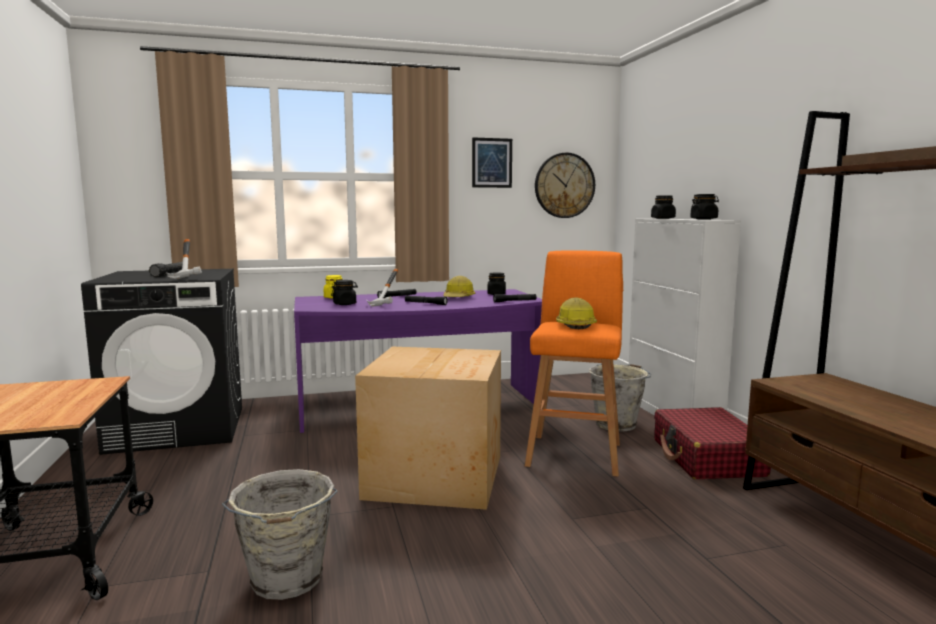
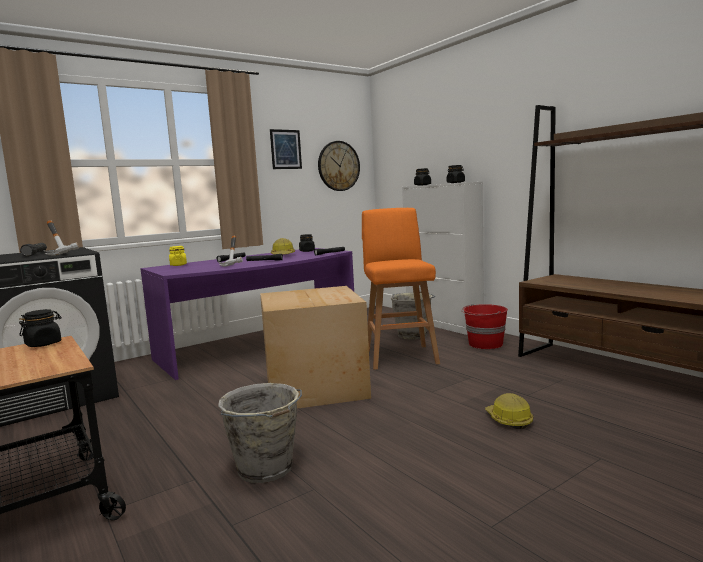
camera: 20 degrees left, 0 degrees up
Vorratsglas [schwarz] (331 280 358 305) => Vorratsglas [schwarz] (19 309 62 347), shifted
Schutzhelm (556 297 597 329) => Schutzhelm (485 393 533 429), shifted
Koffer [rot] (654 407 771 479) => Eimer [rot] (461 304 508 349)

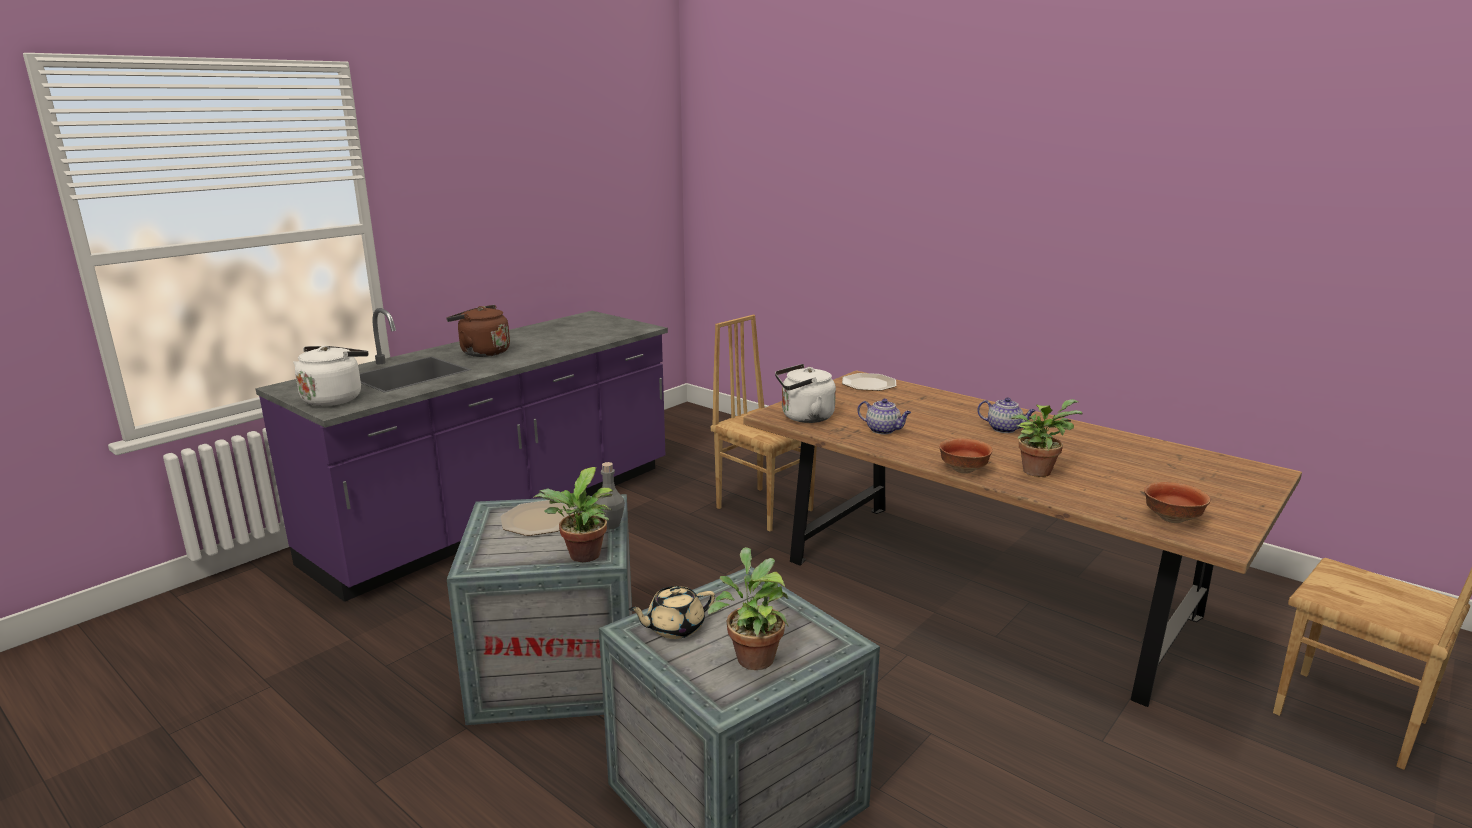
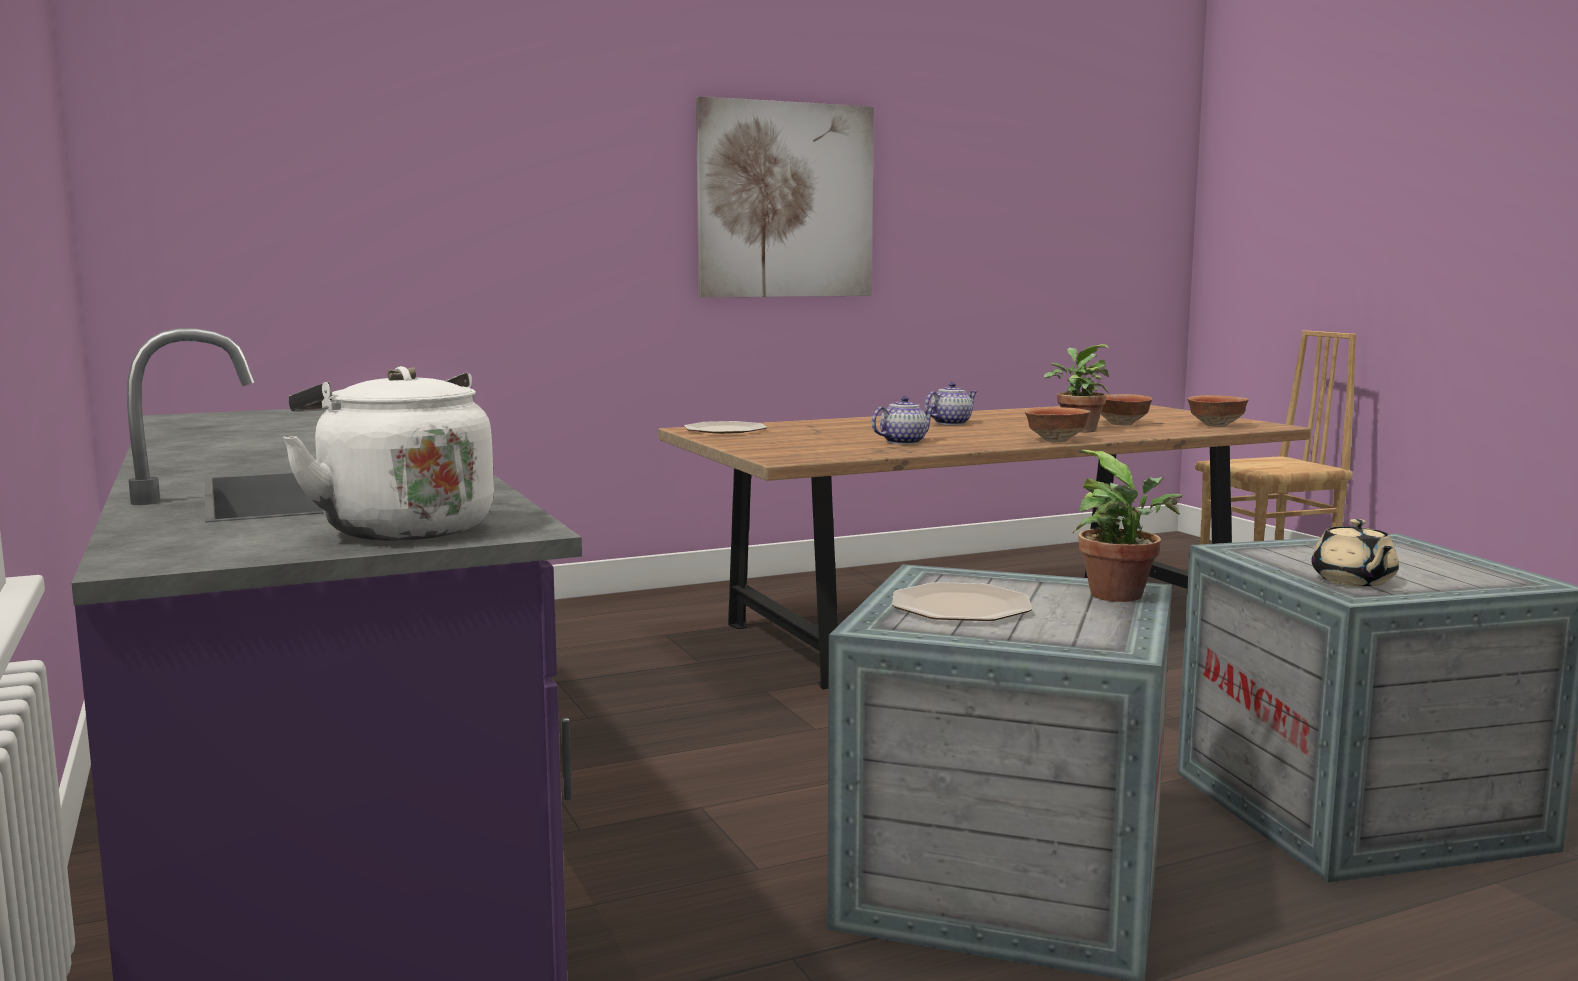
camera: 65 degrees left, 10 degrees down
Wasserkessel [braun] (447 305 510 357) => nothing
Stuhl [braun] (711 315 817 532) => nothing
Wasserkessel [weiß] (775 364 836 423) => nothing
Flasche [grau] (595 462 625 529) => nothing
Topfpflanze (708 547 789 670) => nothing
nothing => Bild (696 96 874 298)
nothing => Schüssel (1101 394 1153 425)

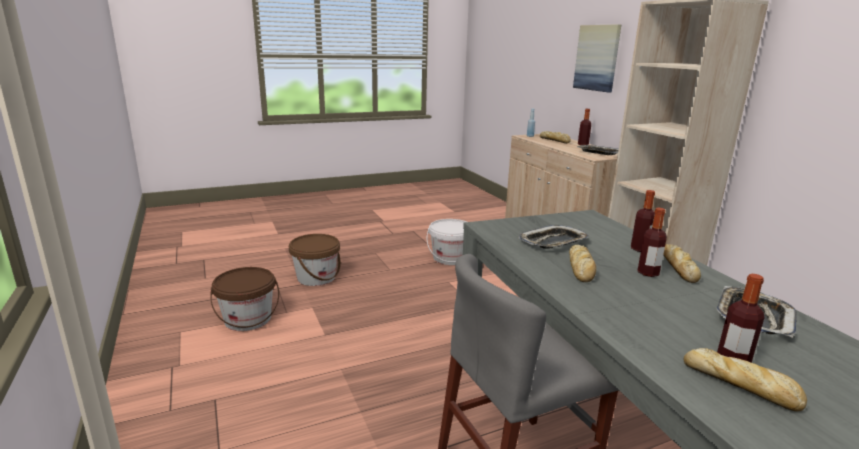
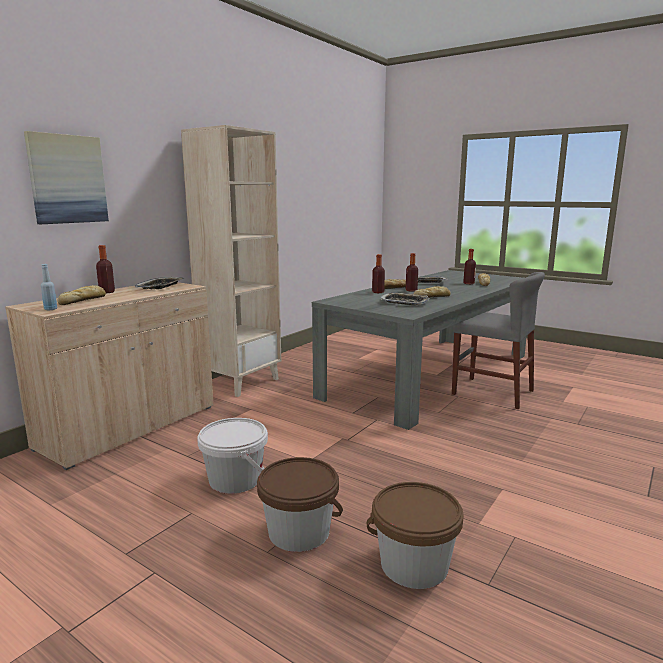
camera: 120 degrees left, 5 degrees down
Eimer [braun] (210 267 279 331) => Eimer [braun] (257 457 343 552), shifted

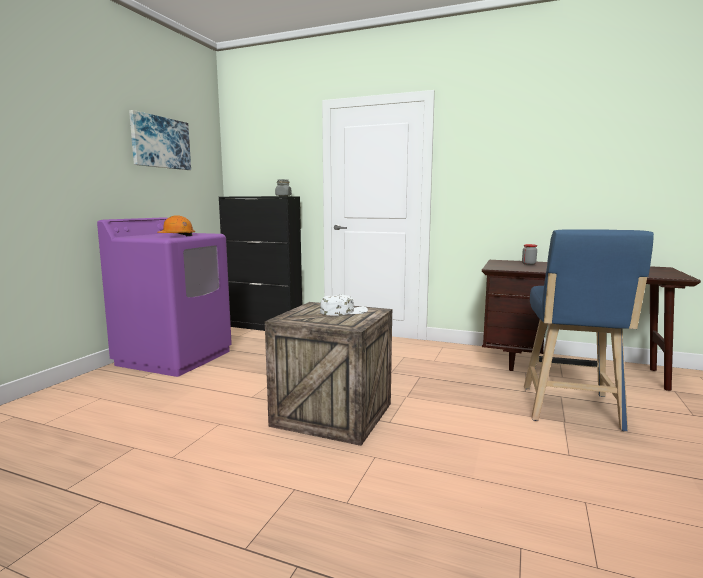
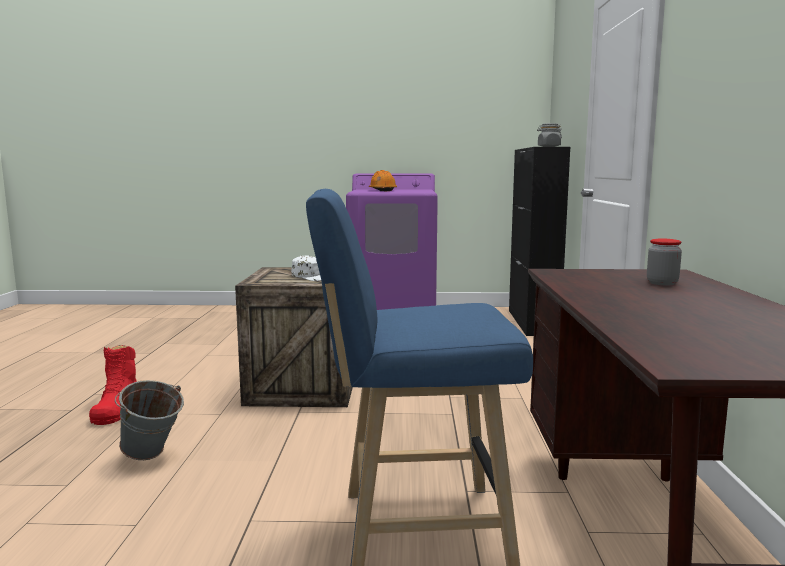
camera: 70 degrees right, 0 degrees up
Bild (129 110 191 170) => nothing
nothing => Stiefel [rot] (89 345 137 425)
nothing => Eimer [grau] (115 380 184 460)

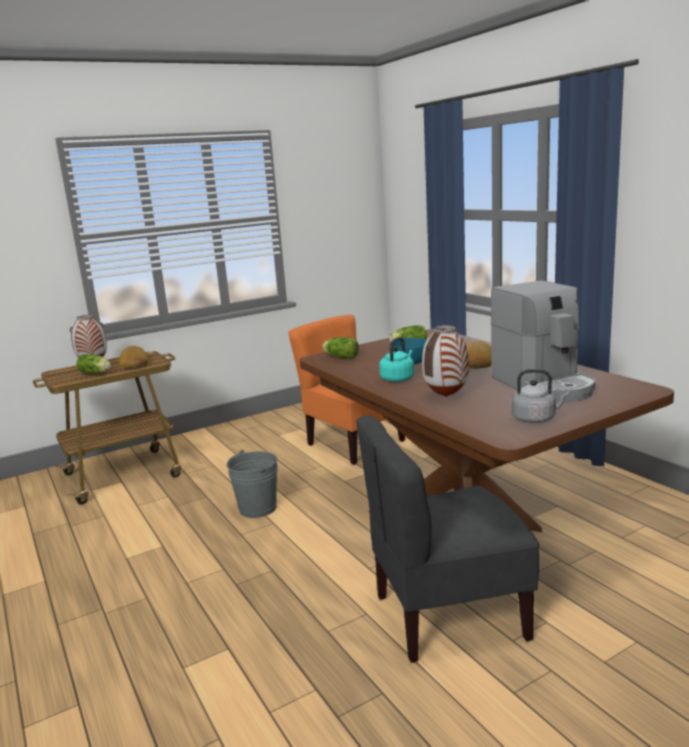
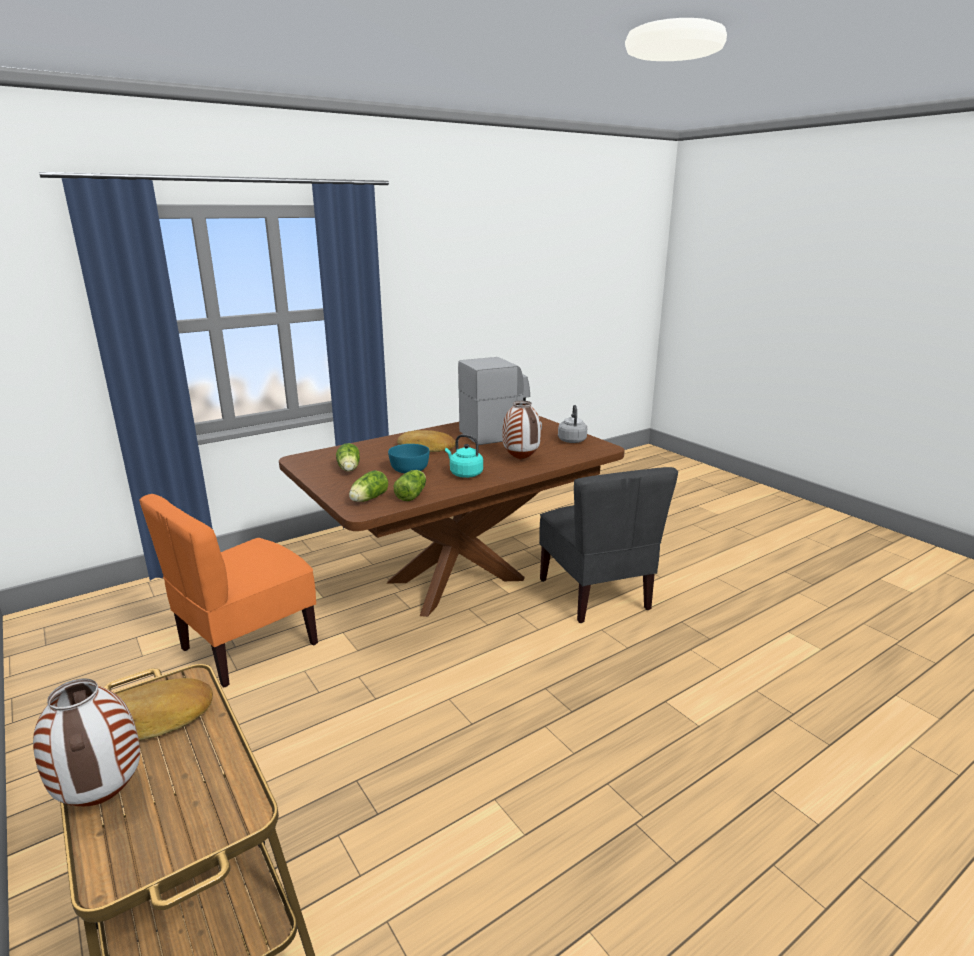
camera: 95 degrees left, 5 degrees up
Salatkopf (76 354 111 374) => Salatkopf (394 470 426 501), shifted
Eimer [grau] (226 450 278 518) => nothing

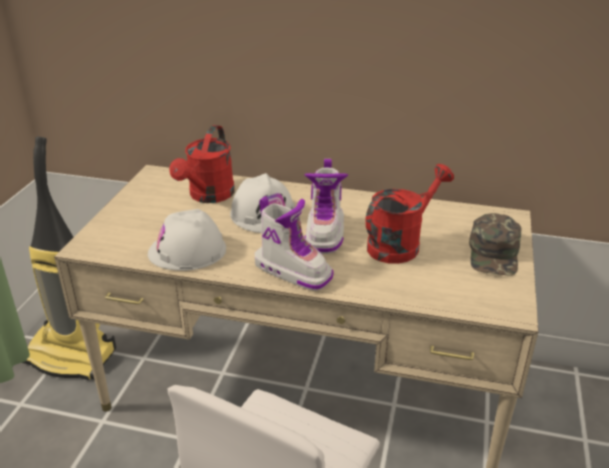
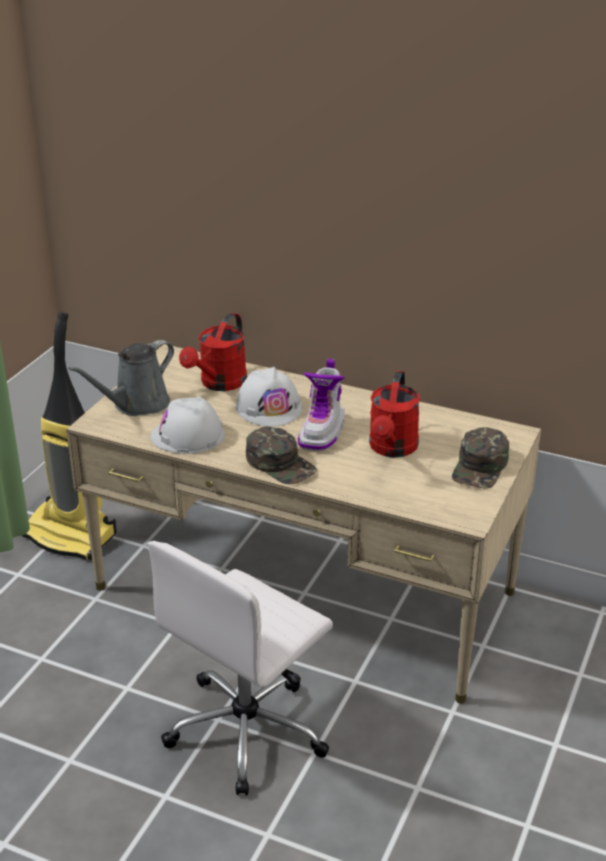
camera: 10 degrees right, 0 degrees up
Gießkanne [rot] (365 164 454 264) => Gießkanne [rot] (369 370 420 457), 135 degrees clockwise
Stiefel (255 196 333 291) => Kappe [grün] (246 426 317 484)
nothing => Gießkanne [grau] (69 340 174 416)

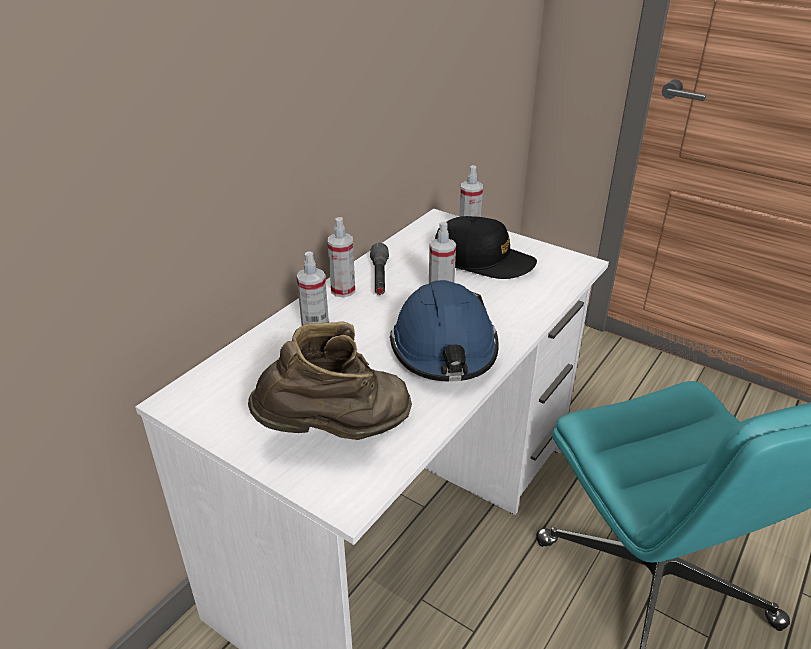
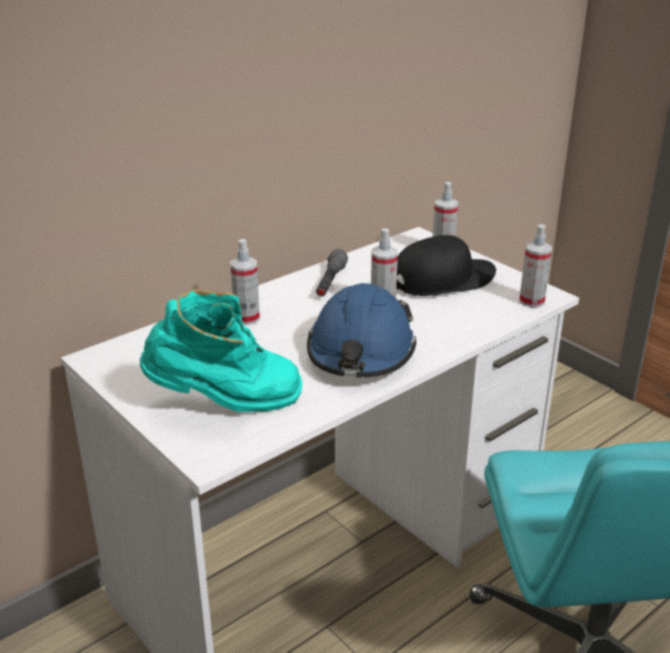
camera: 15 degrees right, 5 degrees down
Kappe [schwarz] (435 216 537 279) => Kappe [schwarz] (396 235 496 296), 60 degrees counterclockwise
Sprühflasche (328 217 355 297) => Sprühflasche (519 224 552 307), shifted
Stiefel [braun] (248 321 412 440) => Stiefel [türkis] (140 289 302 412)

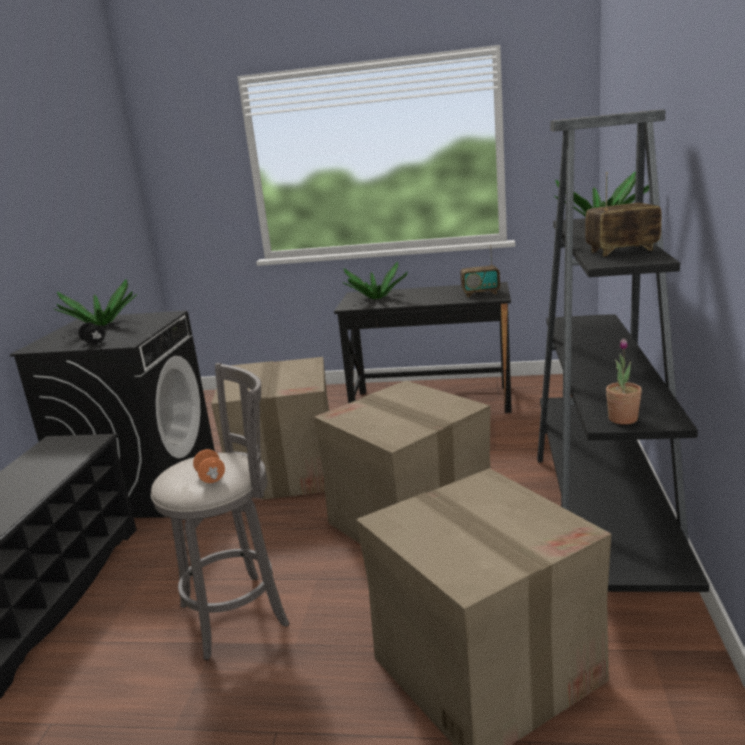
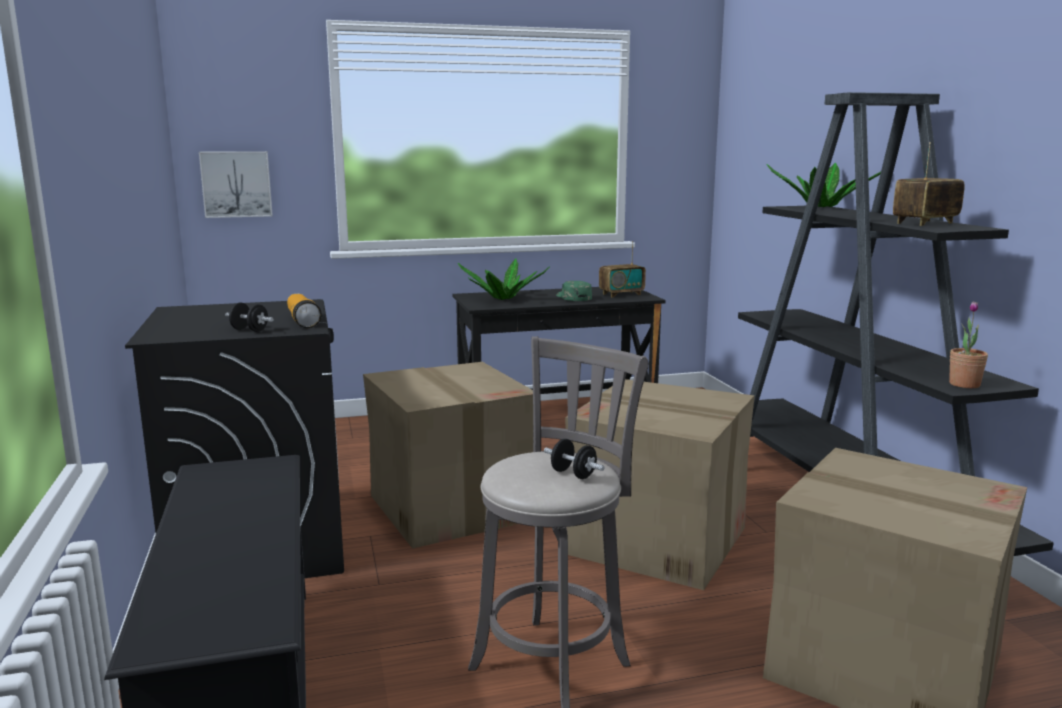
camera: 25 degrees left, 5 degrees down
Topfpflanze (54 280 137 326) => nothing
Hantel [orange] (193 449 225 483) => Hantel [schwarz] (544 439 604 479)
nothing => Bild (199 151 273 218)
nothing => Kappe [grün] (556 281 592 301)
nothing => Taschenlampe (287 294 322 328)

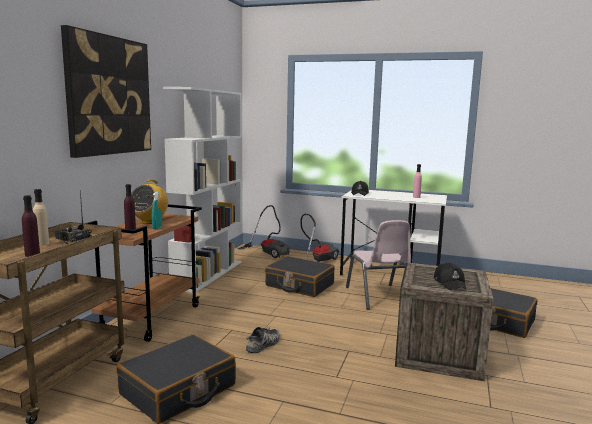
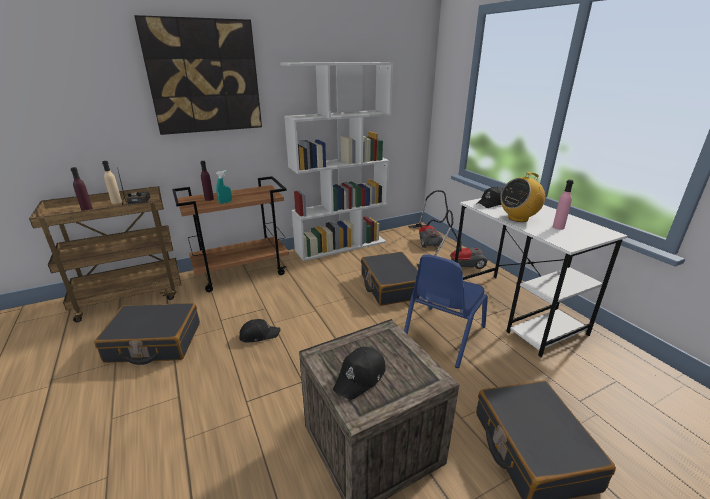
camera: 45 degrees right, 15 degrees up
Radio (131 179 168 224) => Radio (501 172 545 222), shifted
Stuhl [rosa] (346 220 411 310) => Stuhl [blau] (404 254 488 368)
Schuh (246 327 280 353) => Kappe [schwarz] (239 319 281 343)

